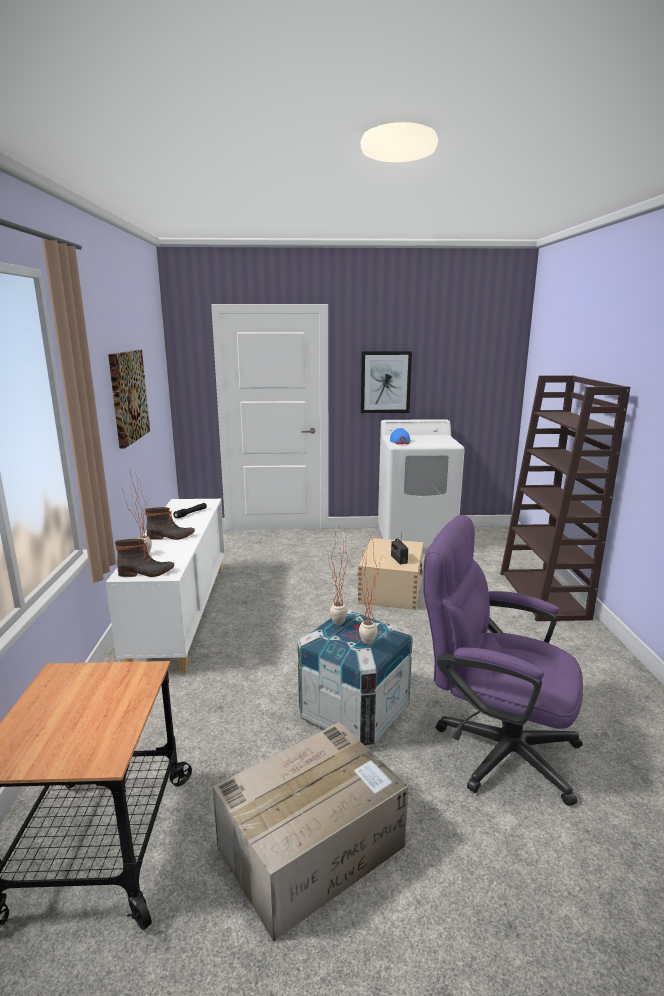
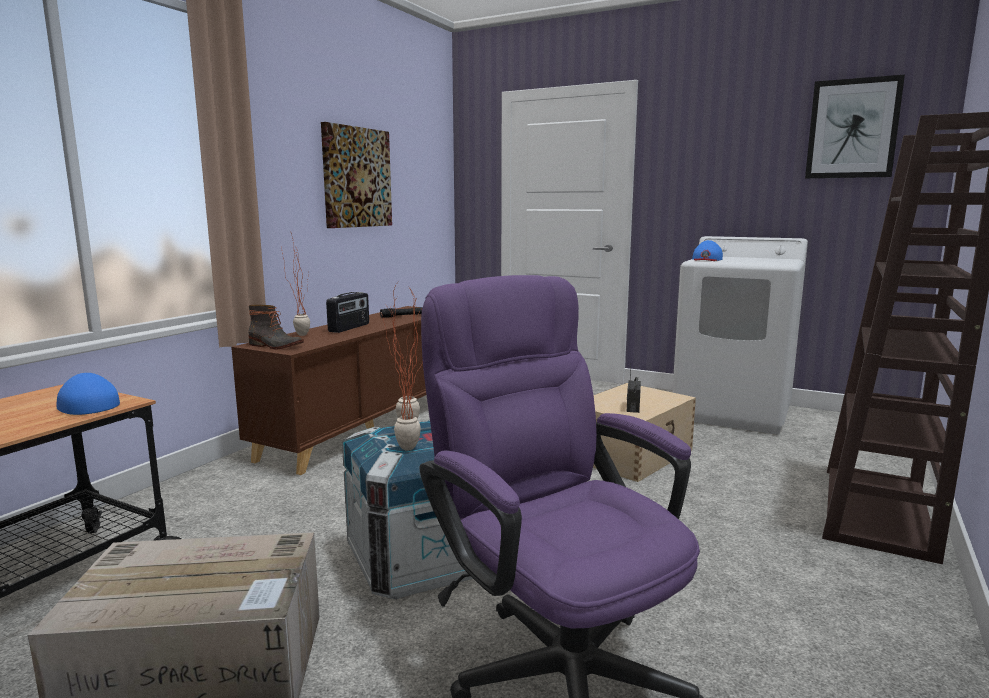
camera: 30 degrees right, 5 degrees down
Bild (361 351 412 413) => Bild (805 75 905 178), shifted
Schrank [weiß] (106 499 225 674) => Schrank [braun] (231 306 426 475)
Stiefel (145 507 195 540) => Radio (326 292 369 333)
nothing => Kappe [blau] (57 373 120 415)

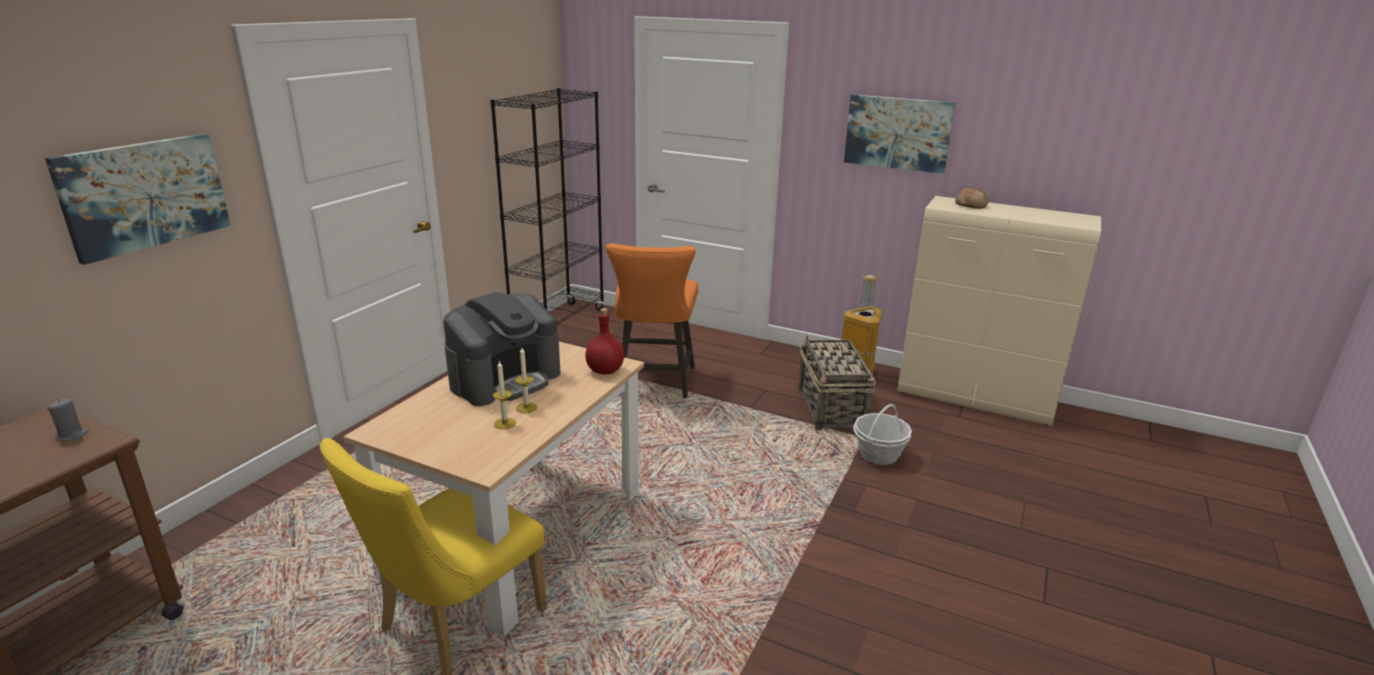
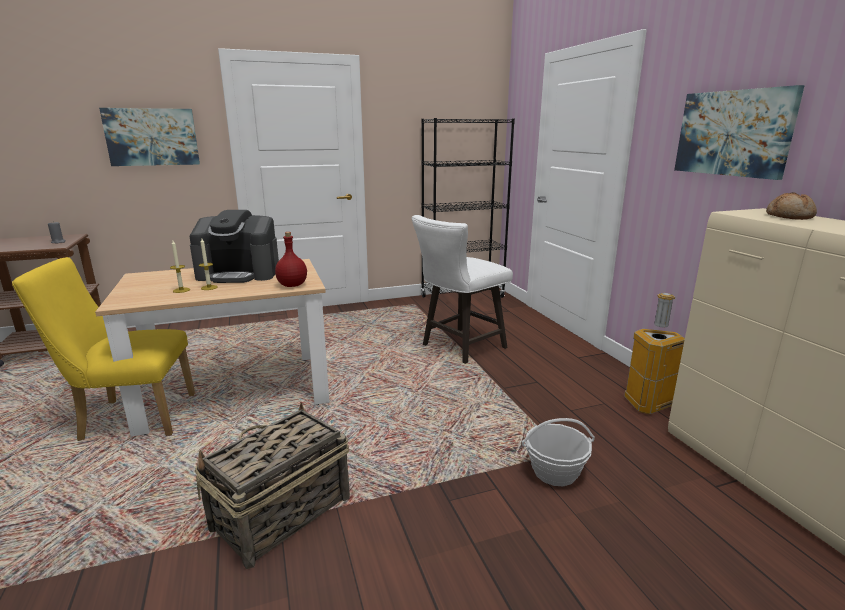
camera: 45 degrees right, 5 degrees down
Hocker [orange] (606 243 698 398) => Hocker [weiß] (412 215 513 364)
Korb (798 336 876 430) => Korb (194 403 350 569), shifted

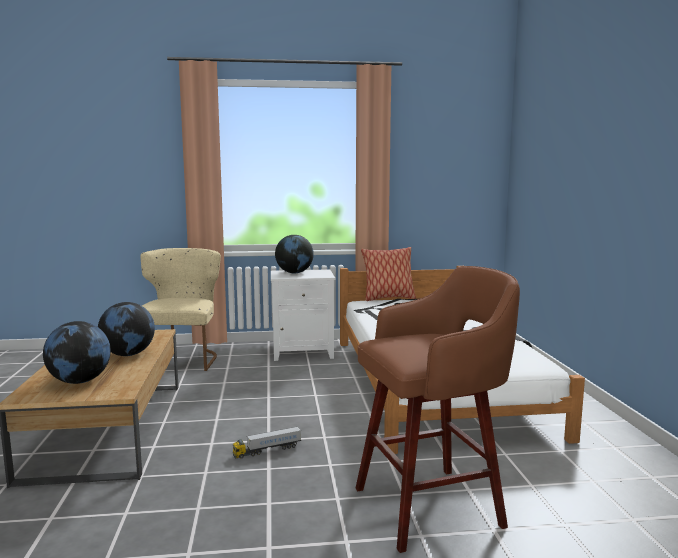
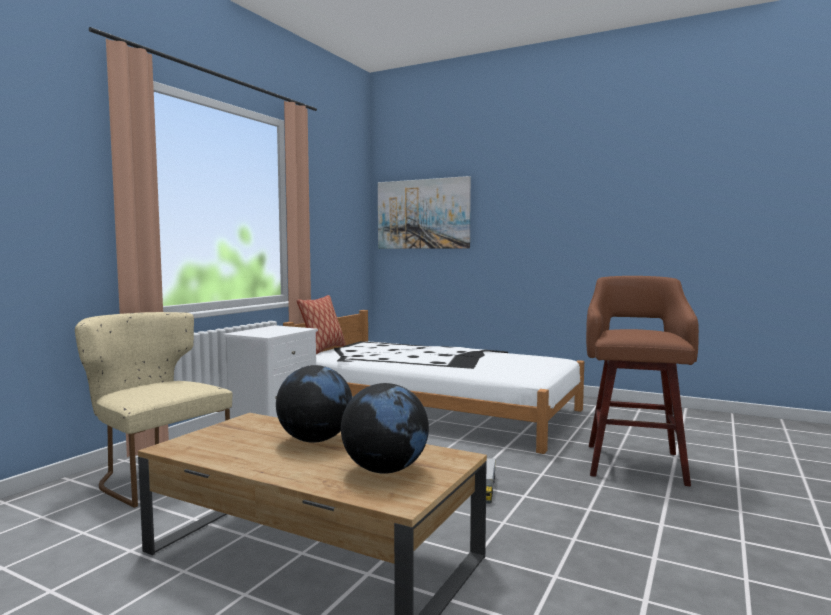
camera: 55 degrees left, 5 degrees down
Globus (275 235 314 273) => nothing
nothing => Bild (378 176 471 249)

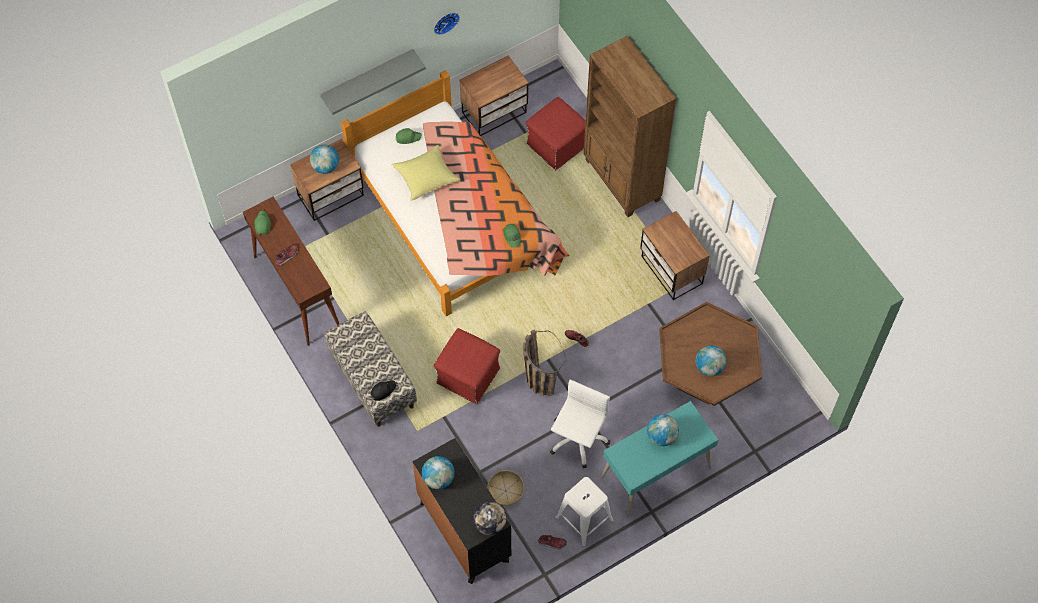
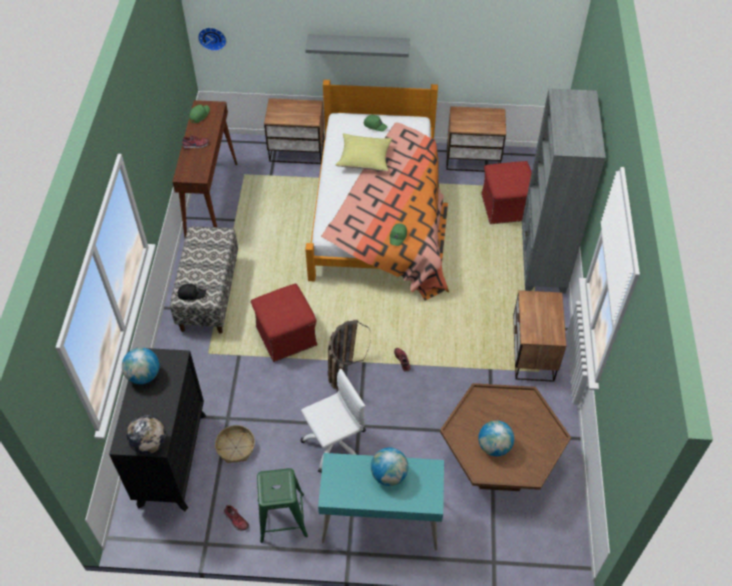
camera: 35 degrees right, 10 degrees down
Wanduhr (434 13 460 35) => Wanduhr (198 27 226 51), shifted
Bücherregal [braun] (584 35 676 217) => Bücherregal [grau] (522 89 606 293)
Globus (310 145 339 174) => nothing
Hocker [weiß] (555 477 614 547) => Hocker [grün] (257 468 308 543)

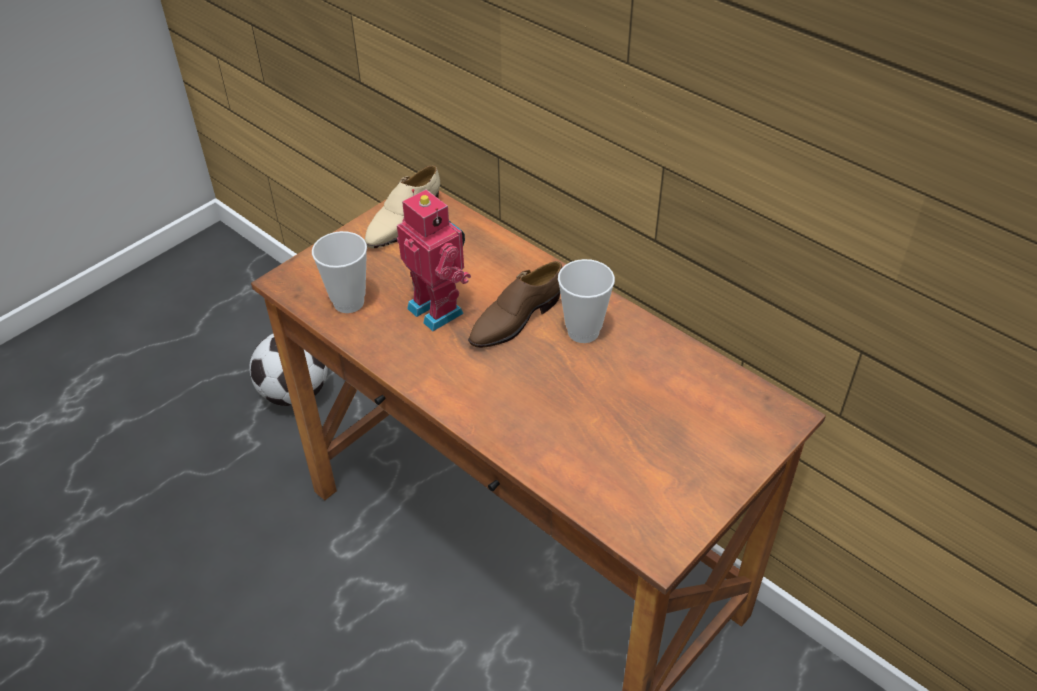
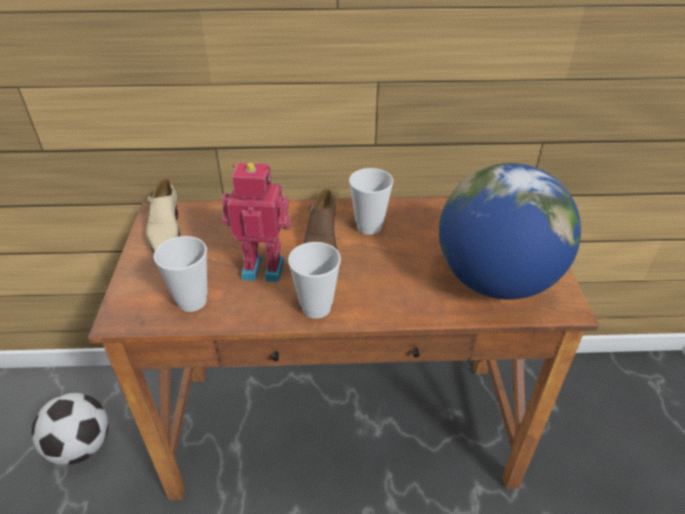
camera: 45 degrees left, 5 degrees down
nothing => Globus (439 163 581 300)
nothing => Tasse (288 242 341 319)

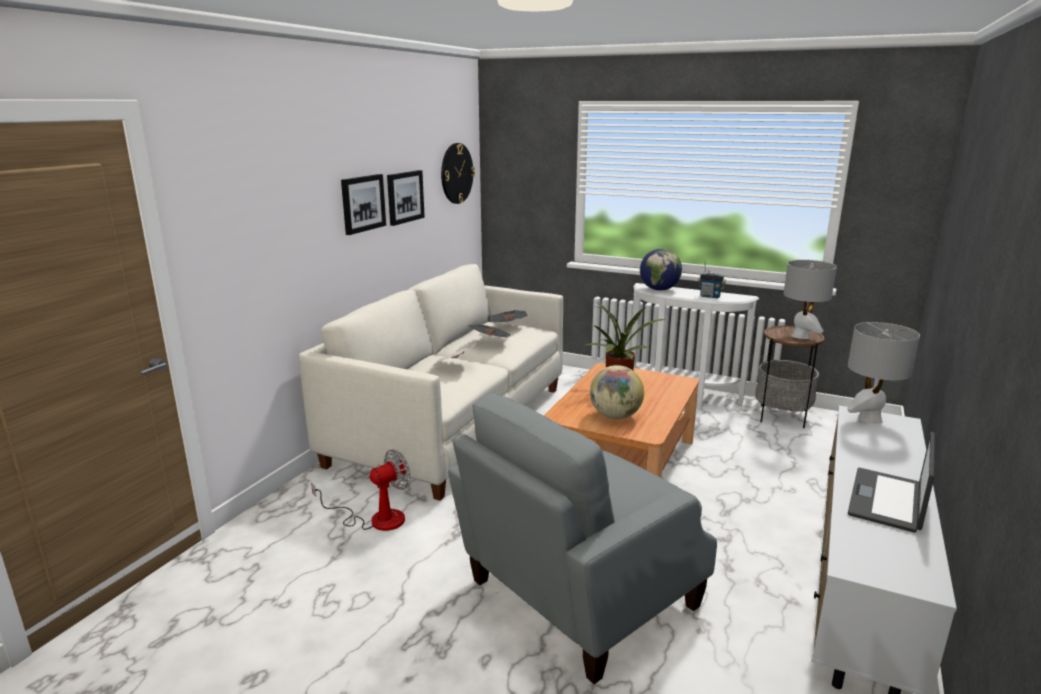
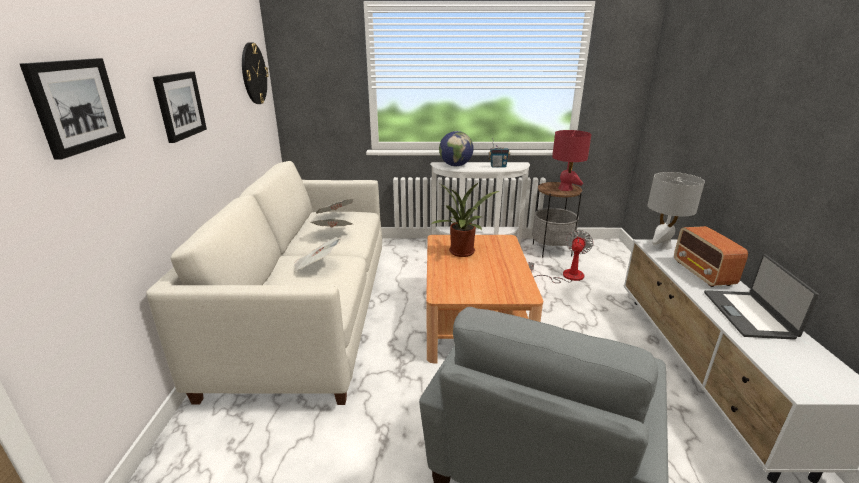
camera: 25 degrees left, 5 degrees up
Bild (387 170 425 226) => Bild (20 58 126 159), shifted
Tischlampe [grau] (783 260 837 339) => Tischlampe [rot] (552 130 592 191)
Globus (590 365 644 419) => nothing
Ventilator (311 449 410 531) => Ventilator (528 230 594 283), shifted
nothing => Radio (674 226 748 287)

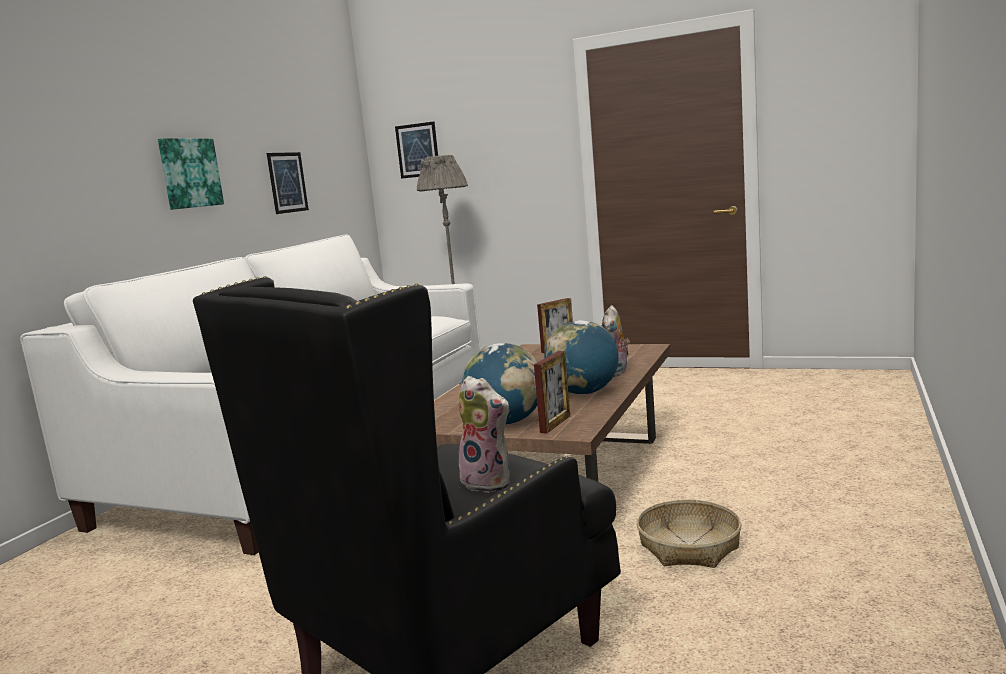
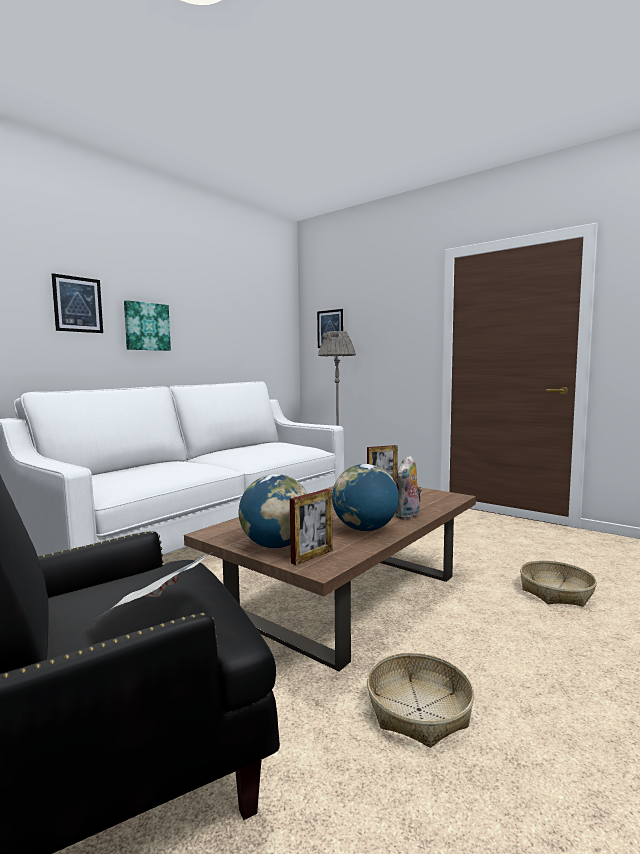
camera: 15 degrees right, 5 degrees down
Bild (267 152 309 214) => Bild (52 273 103 333), shifted
Plüschtier (459 376 510 493) => Zeitung (85 552 213 624)
nothing => Korb (520 560 597 607)

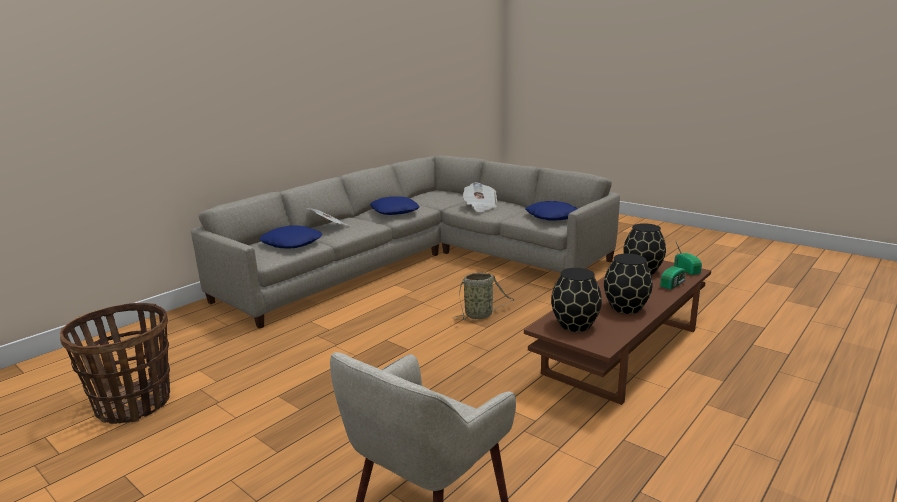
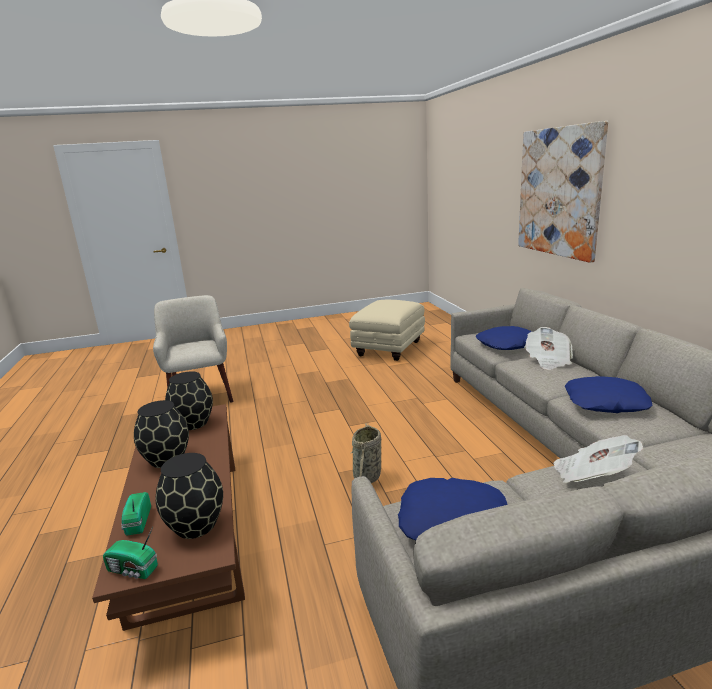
camera: 125 degrees right, 0 degrees up
Korb (60 303 170 424) => Polsterhocker [beige] (349 300 425 361)
nothing => Bild (518 121 608 263)

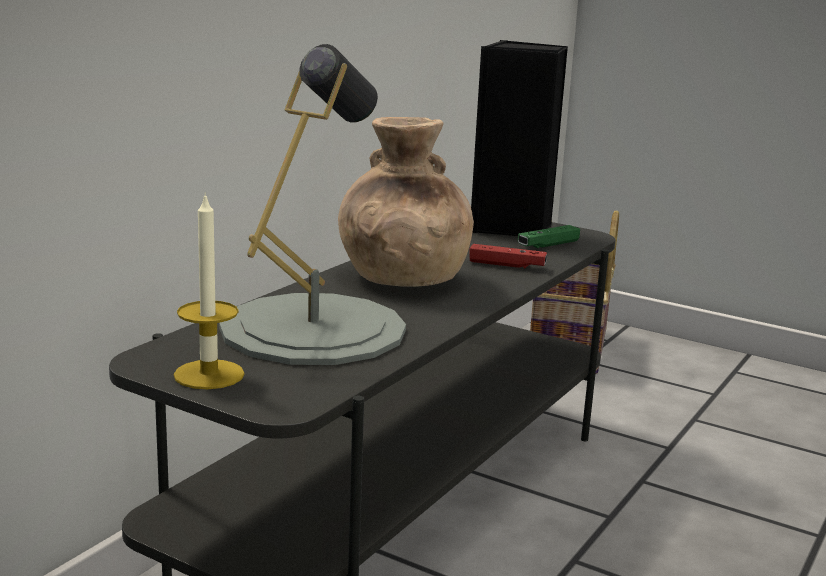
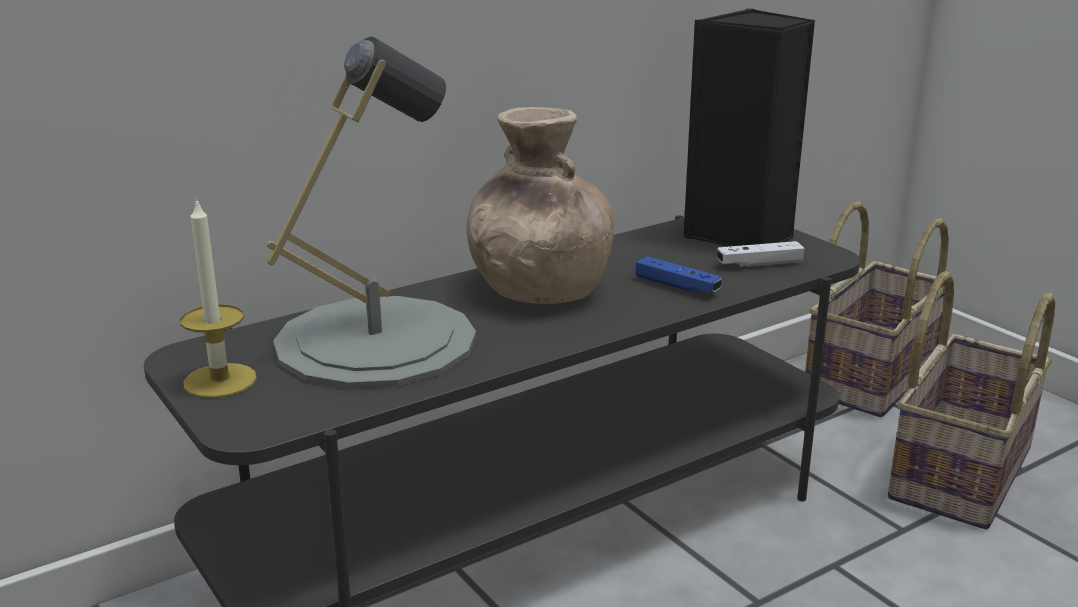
camera: 25 degrees right, 5 degrees up
Gamepad [grün] (518 225 580 248) => Gamepad [weiß] (717 241 805 267)
Gamepad [rot] (469 244 547 268) => Gamepad [blau] (636 256 722 293)
nothing => Korb (888 271 1055 529)

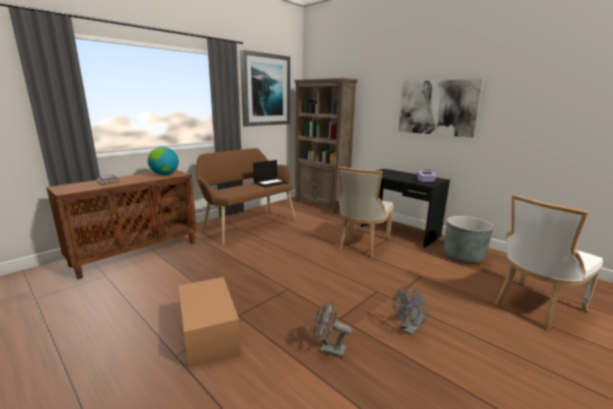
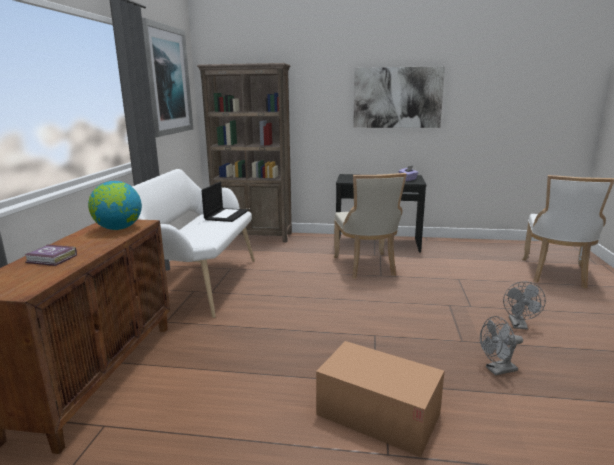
camera: 35 degrees left, 0 degrees up
Bank [braun] (196 148 296 245) => Bank [weiß] (132 169 255 318)
Pflanzkübel [grau] (444 216 493 264) => nothing

